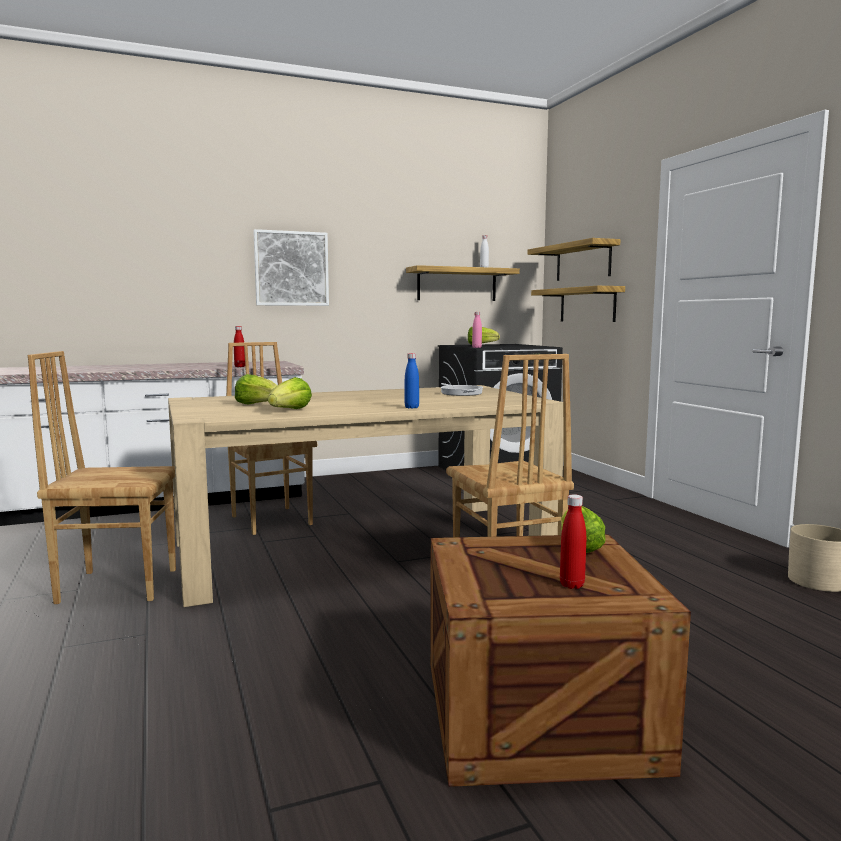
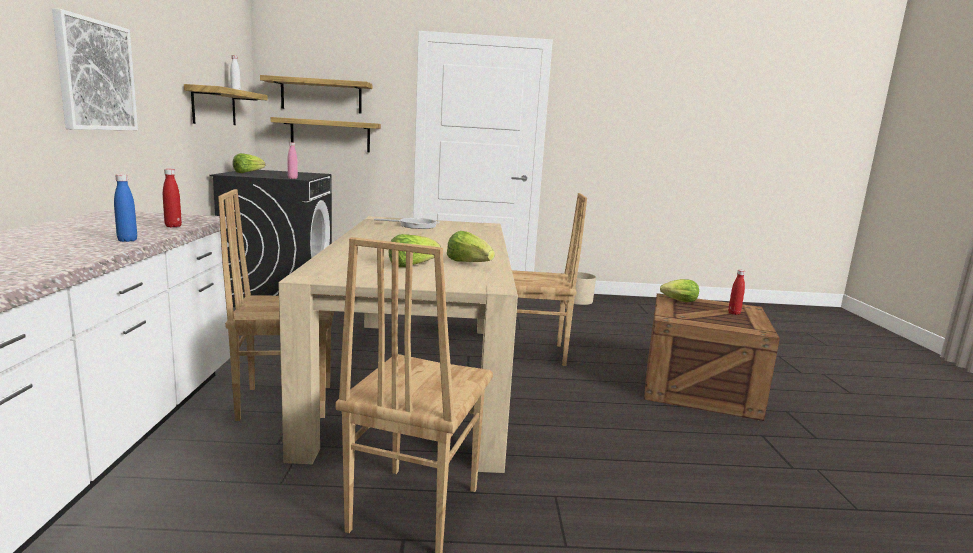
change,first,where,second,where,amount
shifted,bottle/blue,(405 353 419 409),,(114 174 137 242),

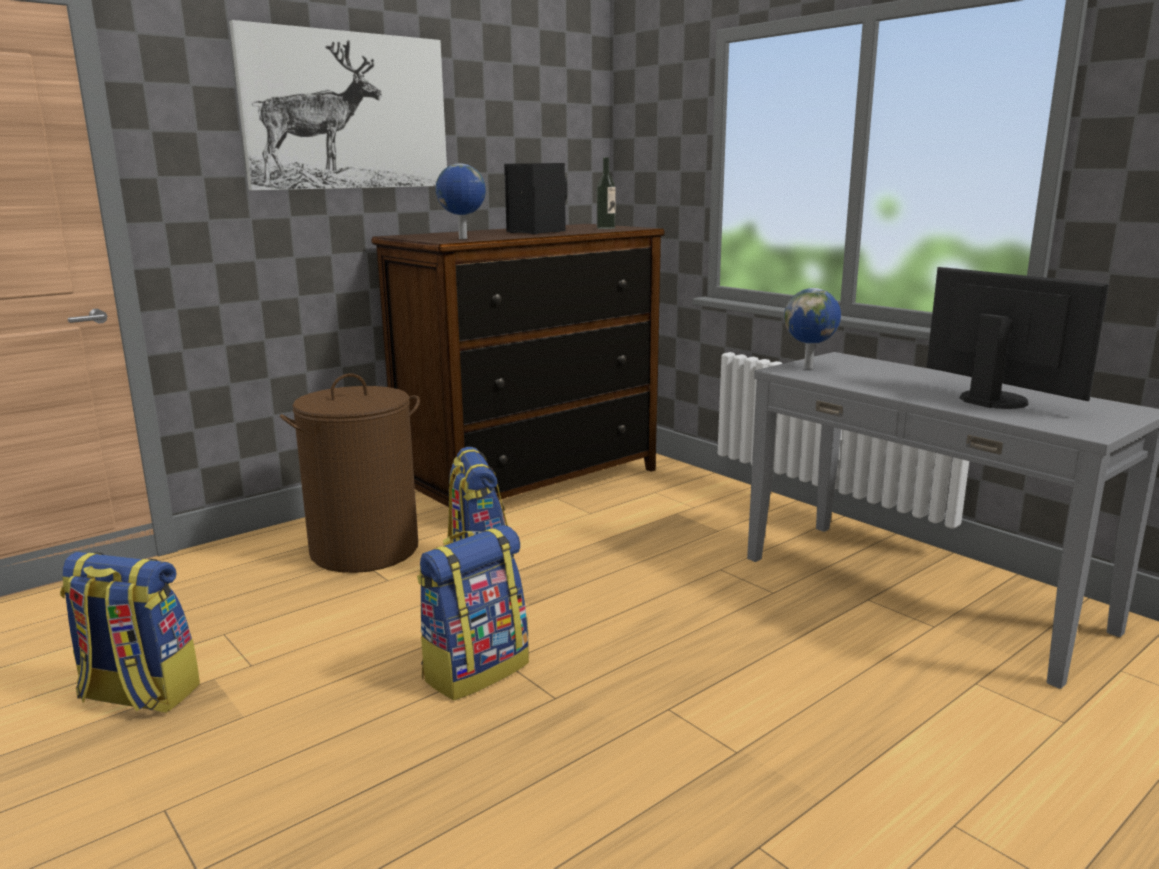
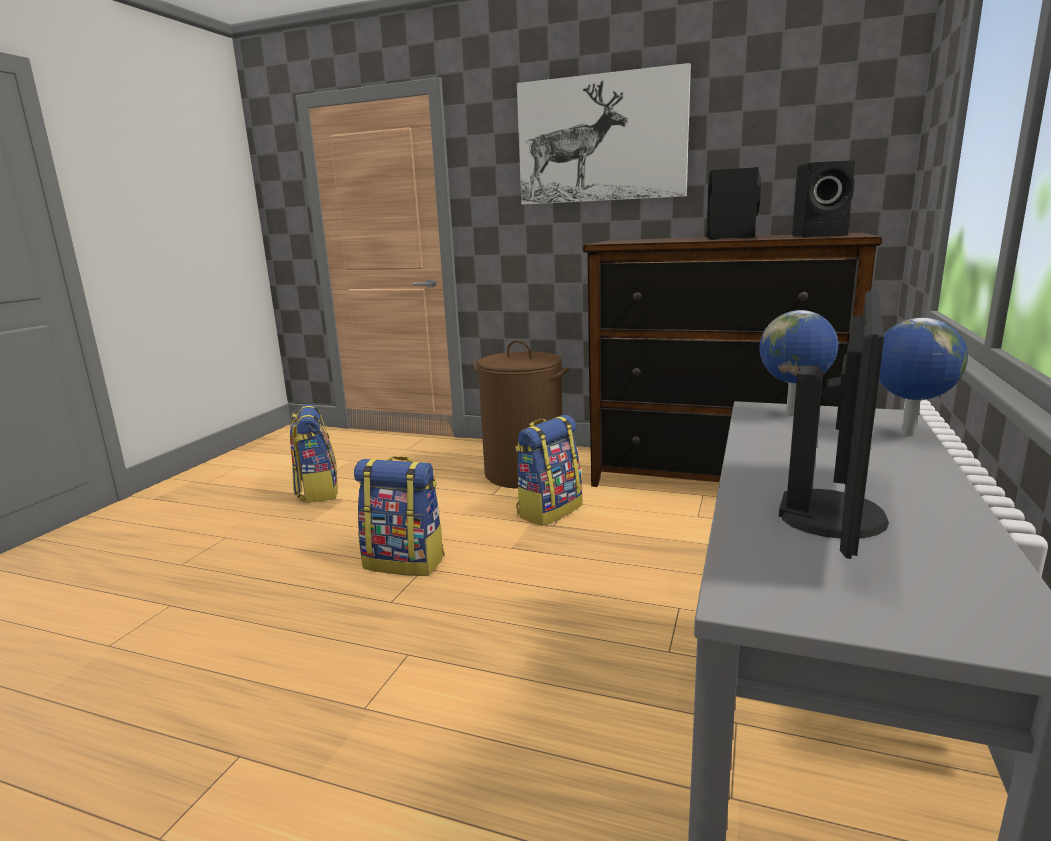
change,first,where,second,where,amount
swapped,bottle,(597 157 616 229),speaker/black,(792 160 855 237),
shifted,globe,(436 163 486 239),,(879 318 968 436),

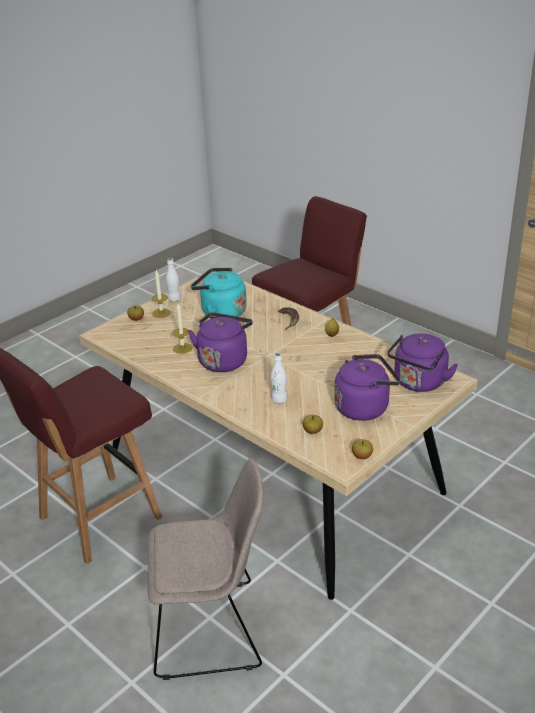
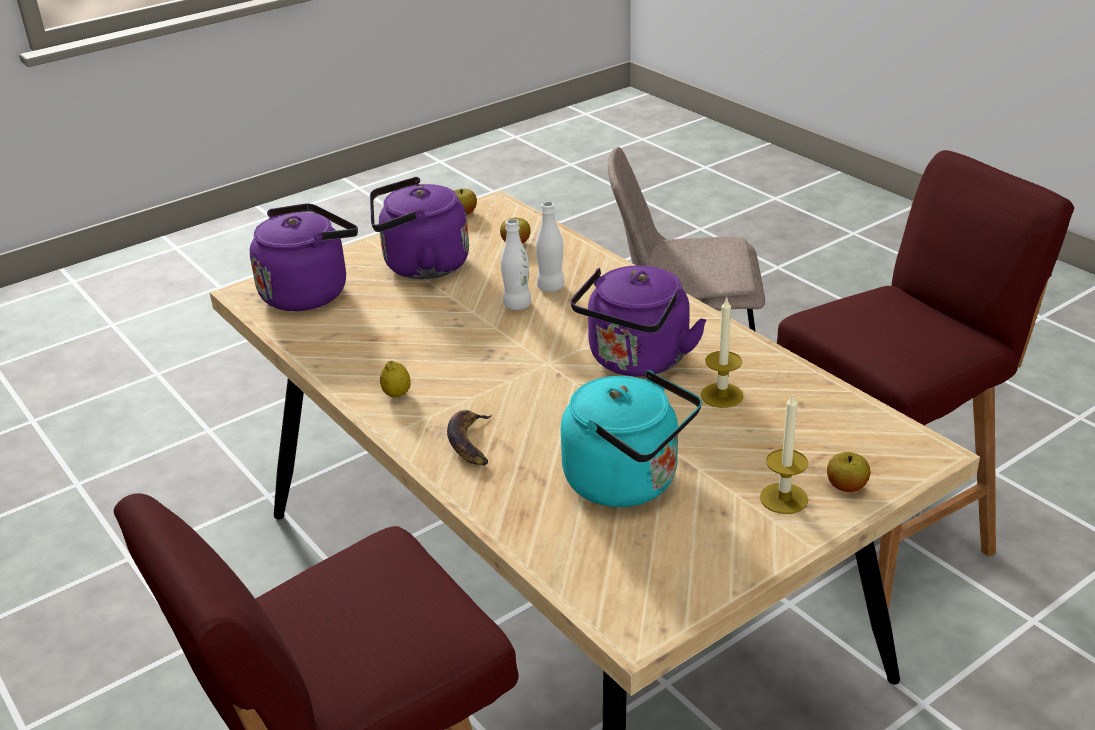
change,first,where,second,where,amount
shifted,bottle/white,(166 258 181 302),,(500 219 531 310),

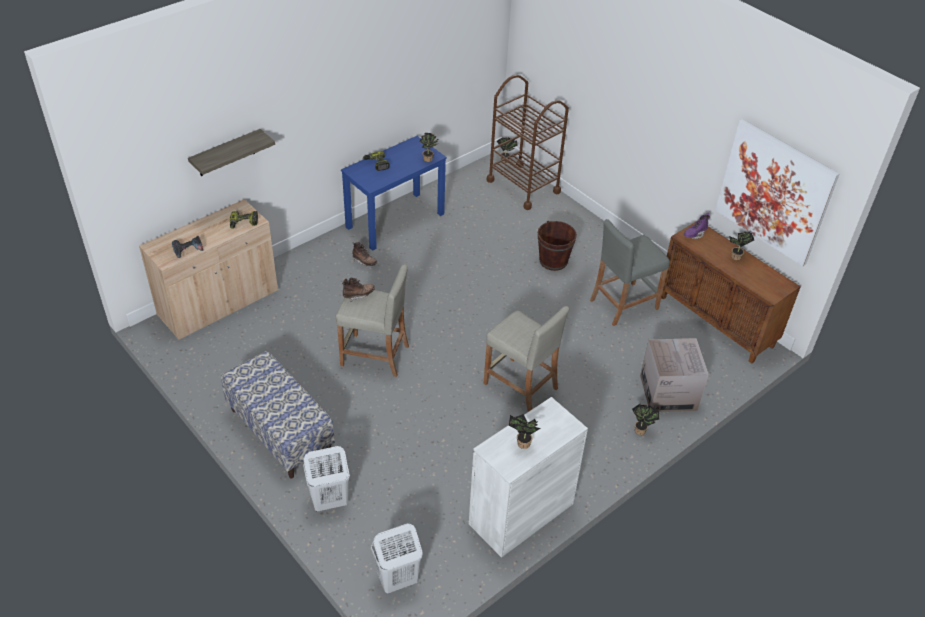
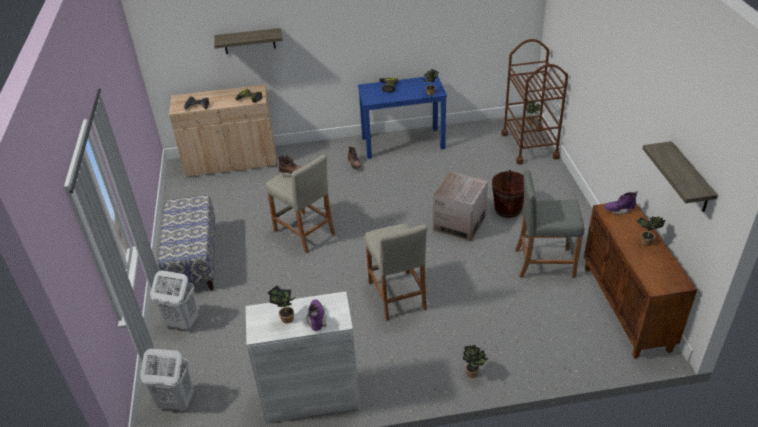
change,first,where,second,where,amount
swapped,picture,(715 119 839 266),shelf,(643 141 718 212),
shifted,cardboard box,(640 338 709 412),,(433 172 488 241),
new,,,boot/purple,(306 300 327 331),

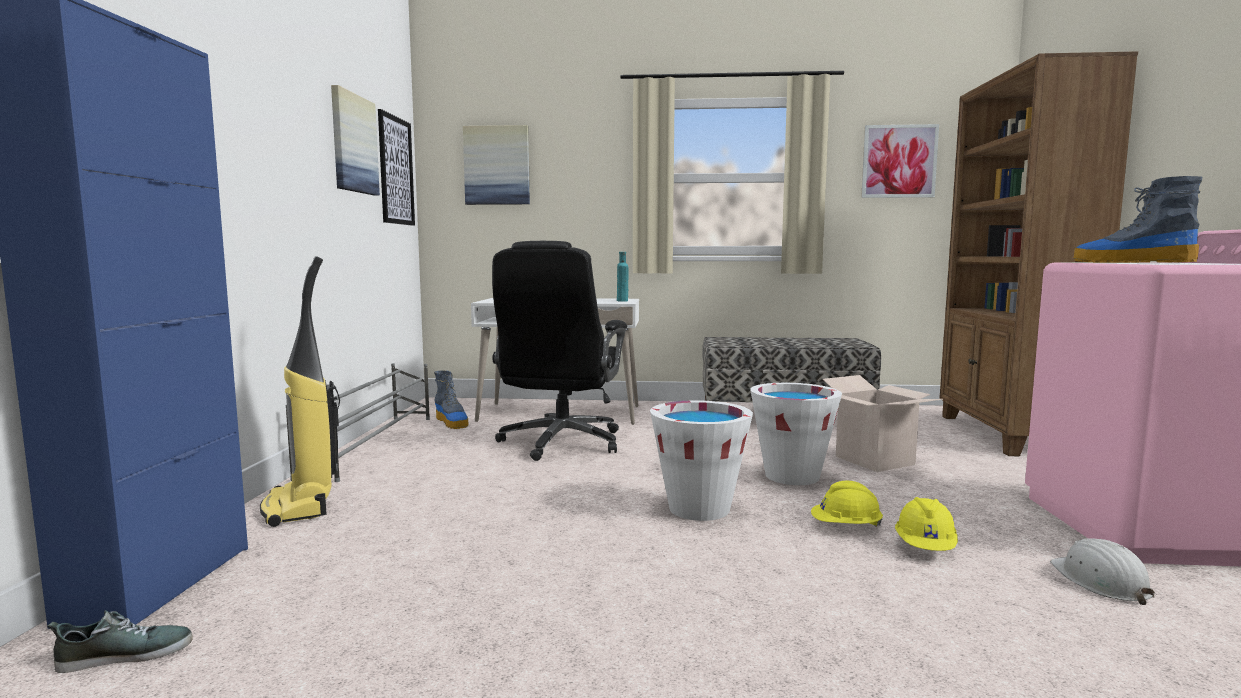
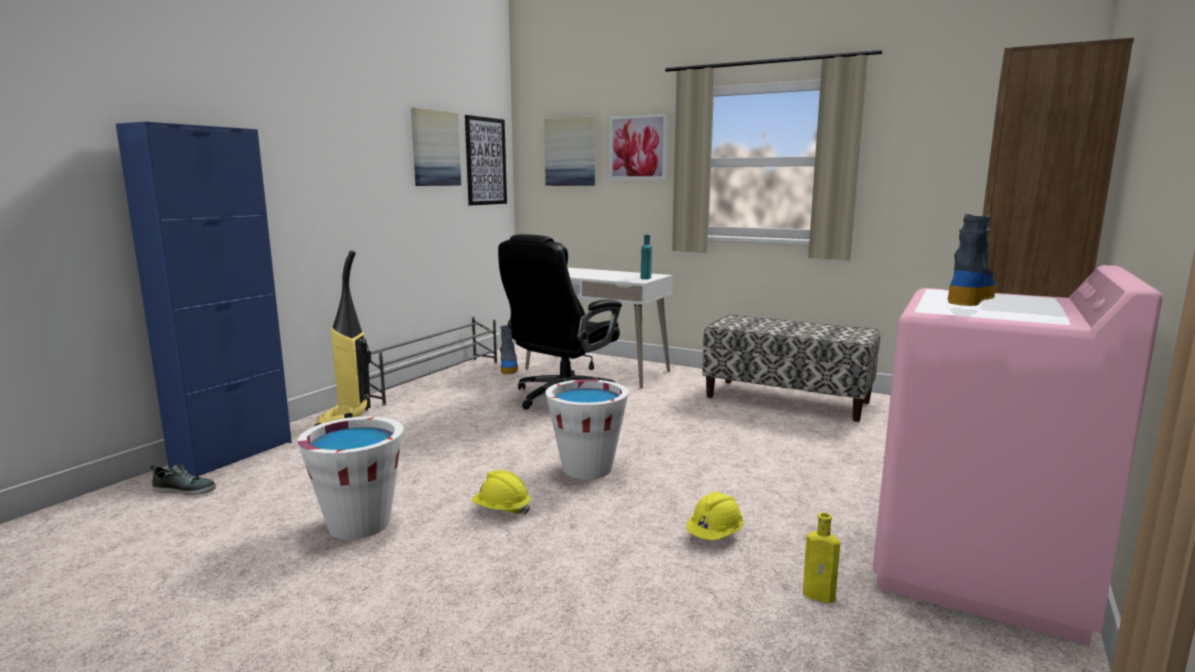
change,first,where,second,where,amount
shifted,picture,(861 124 939 198),,(610 114 667 179),
rotated,boot,(1074 176 1202 263),,(947 214 996 306),75 degrees clockwise
gone,cardboard box,(822 375 943 472),,,
shifted,bucket/white,(750 383 842 485),,(297 416 403 540),
shifted,hard hat/yellow,(811 481 883 527),,(472 470 530 515),
swapped,hard hat/white,(1050 538 1155 605),bottle/yellow,(803 513 840 603),

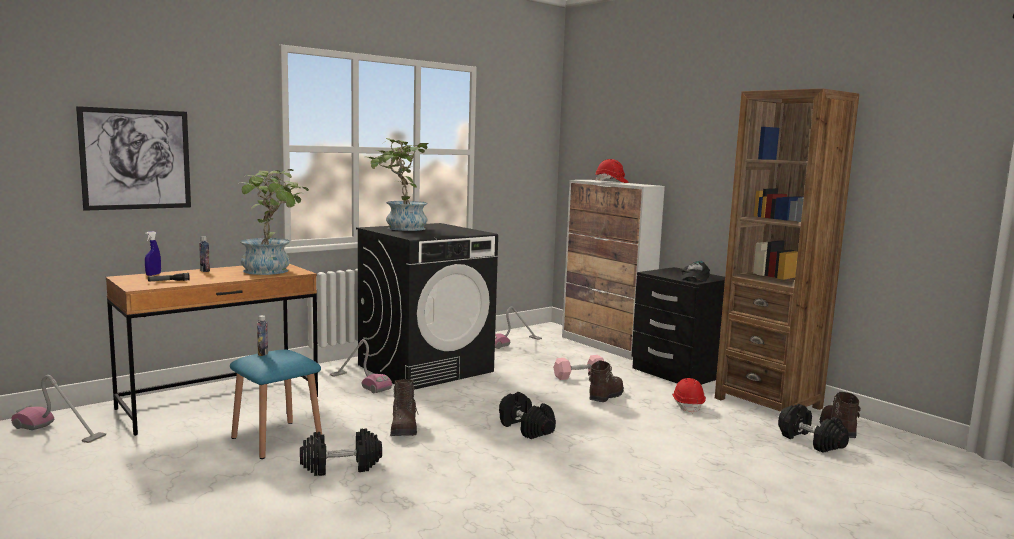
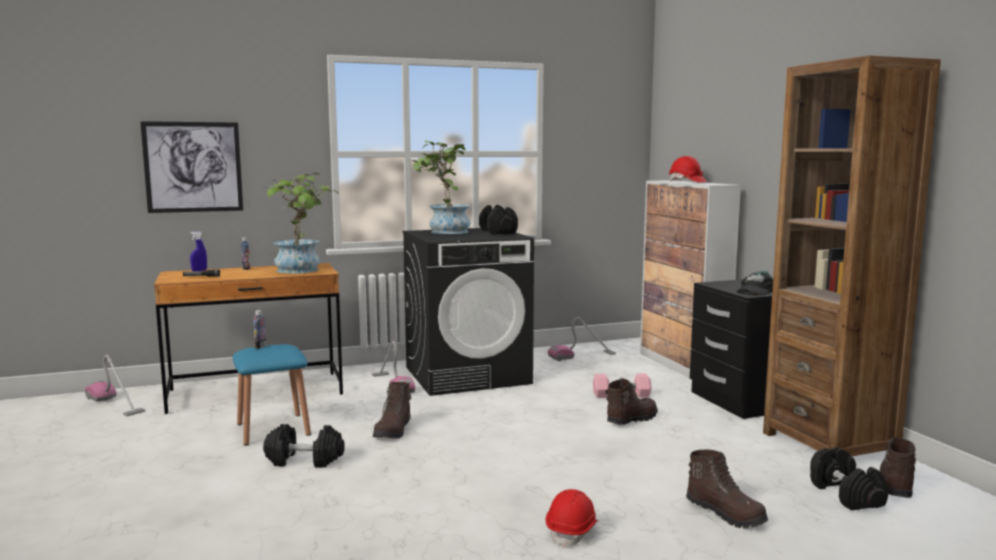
change,first,where,second,where,amount
shifted,hard hat/red,(672 378 706 413),,(546 489 598 548),
shifted,dumbbell/black,(499 392 556 439),,(479 205 518 235),
new,,,boot/brown,(686 449 768 528),

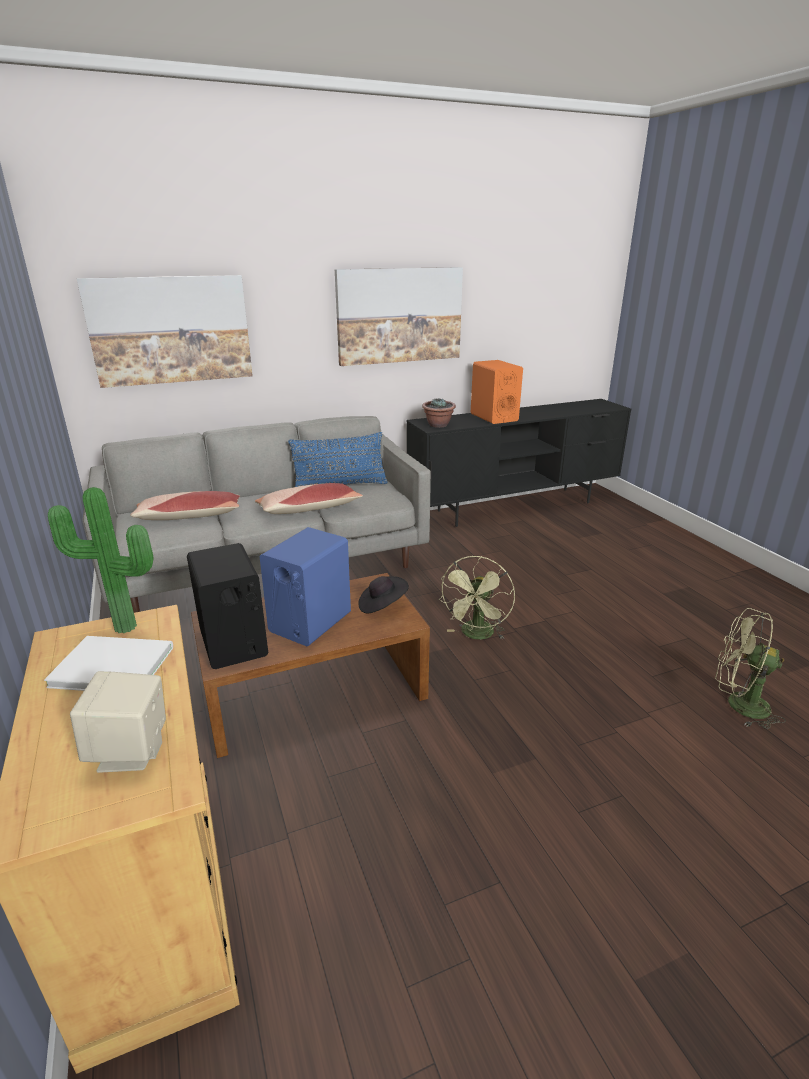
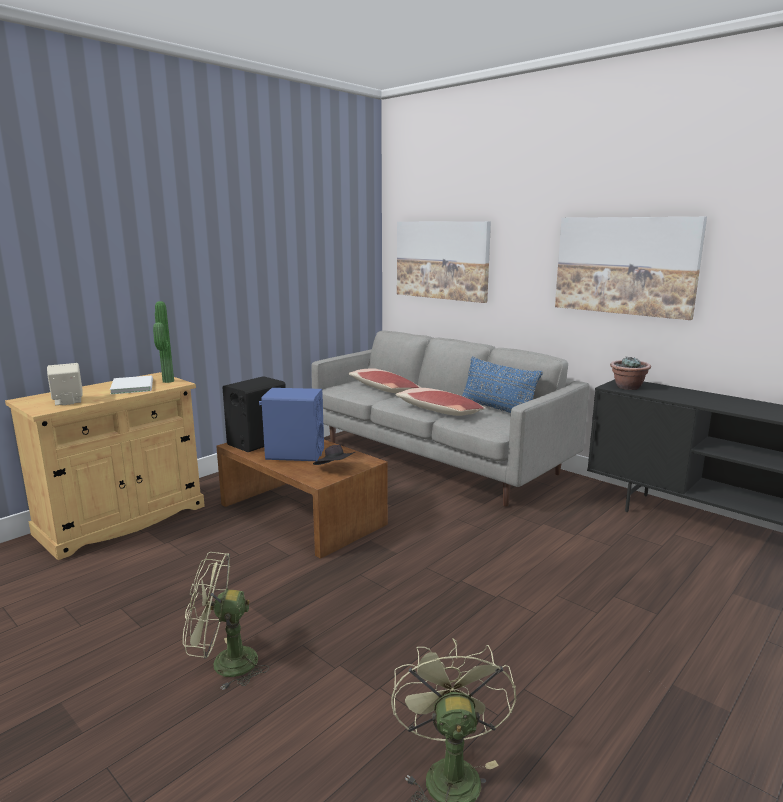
change,first,where,second,where,amount
gone,speaker/orange,(471 360 523 424),,,
shifted,fan/green,(439 556 515 640),,(183 552 269 690),

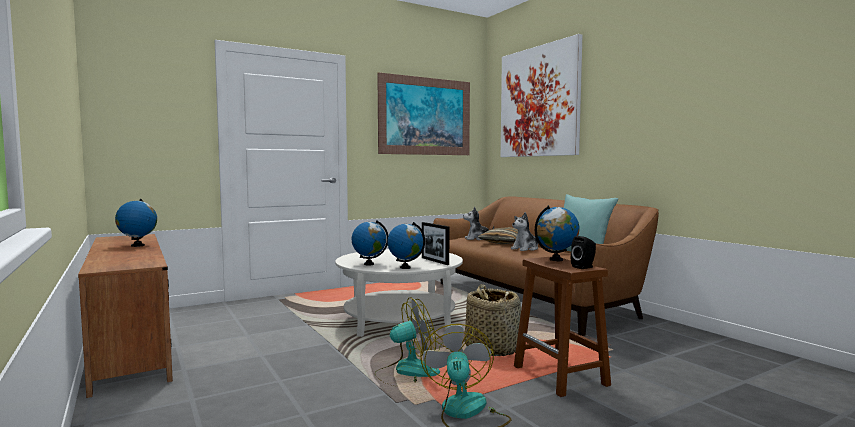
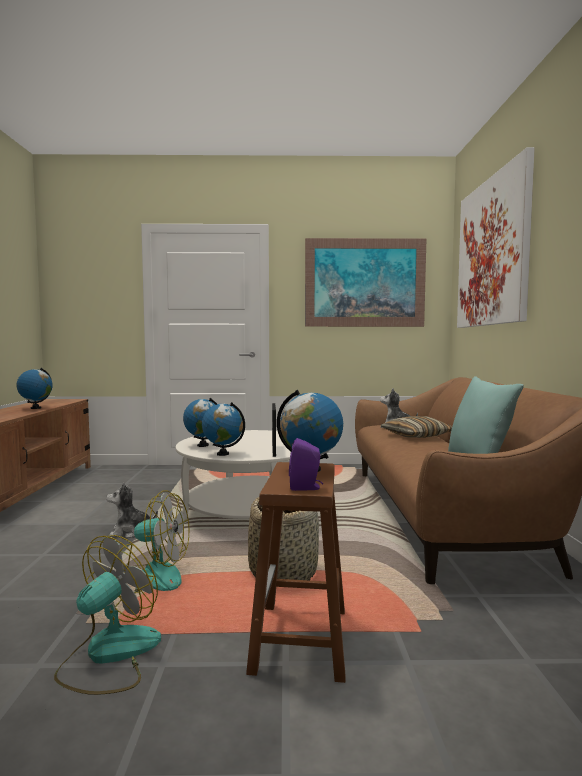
change,first,where,second,where,amount
shifted,plush toy,(511 212 538 251),,(106 482 158 538),
repainted,speaker/black,(571 236 596 269),speaker/purple,(289 438 323 491),

